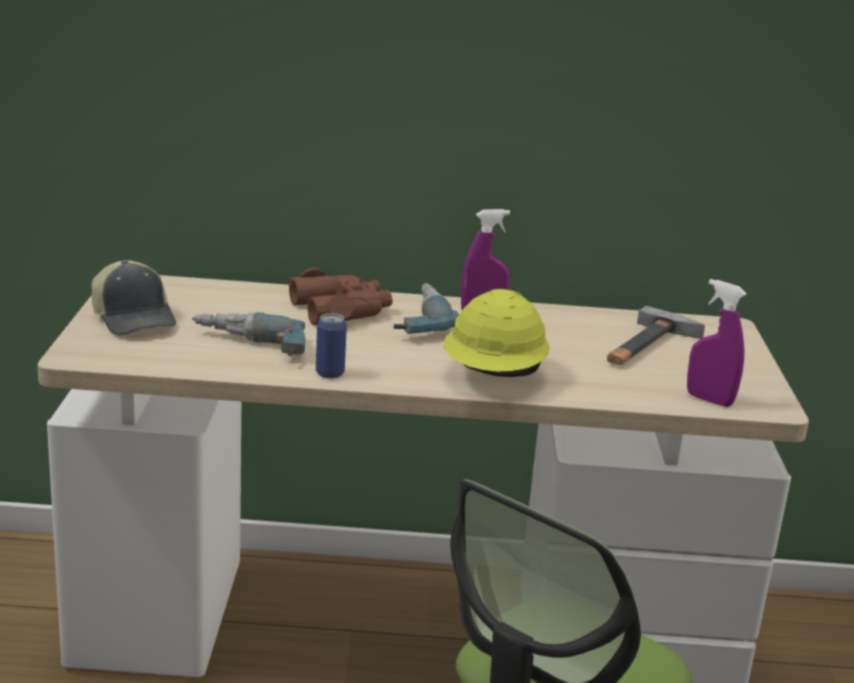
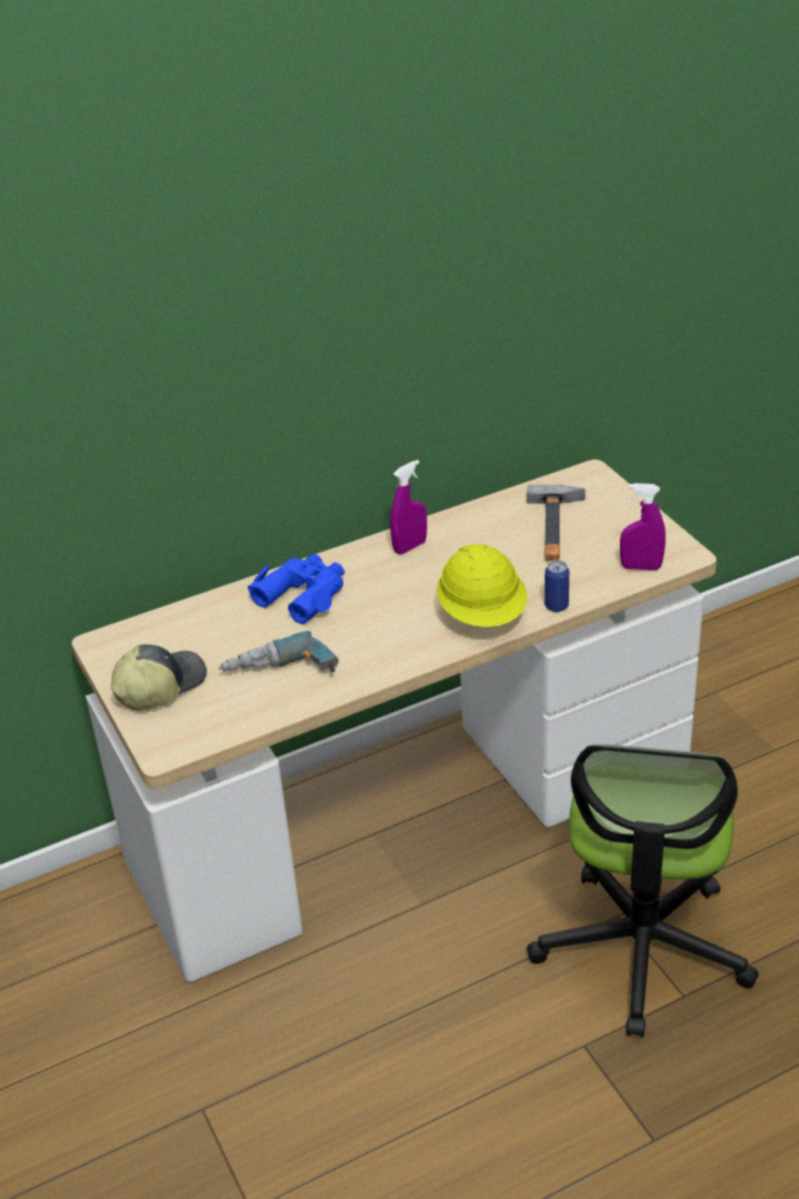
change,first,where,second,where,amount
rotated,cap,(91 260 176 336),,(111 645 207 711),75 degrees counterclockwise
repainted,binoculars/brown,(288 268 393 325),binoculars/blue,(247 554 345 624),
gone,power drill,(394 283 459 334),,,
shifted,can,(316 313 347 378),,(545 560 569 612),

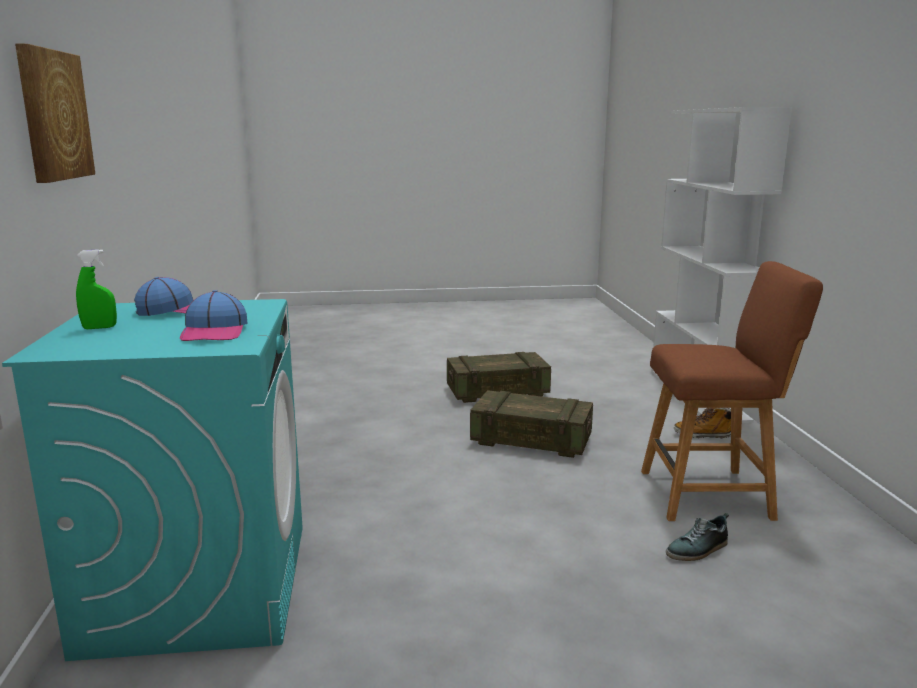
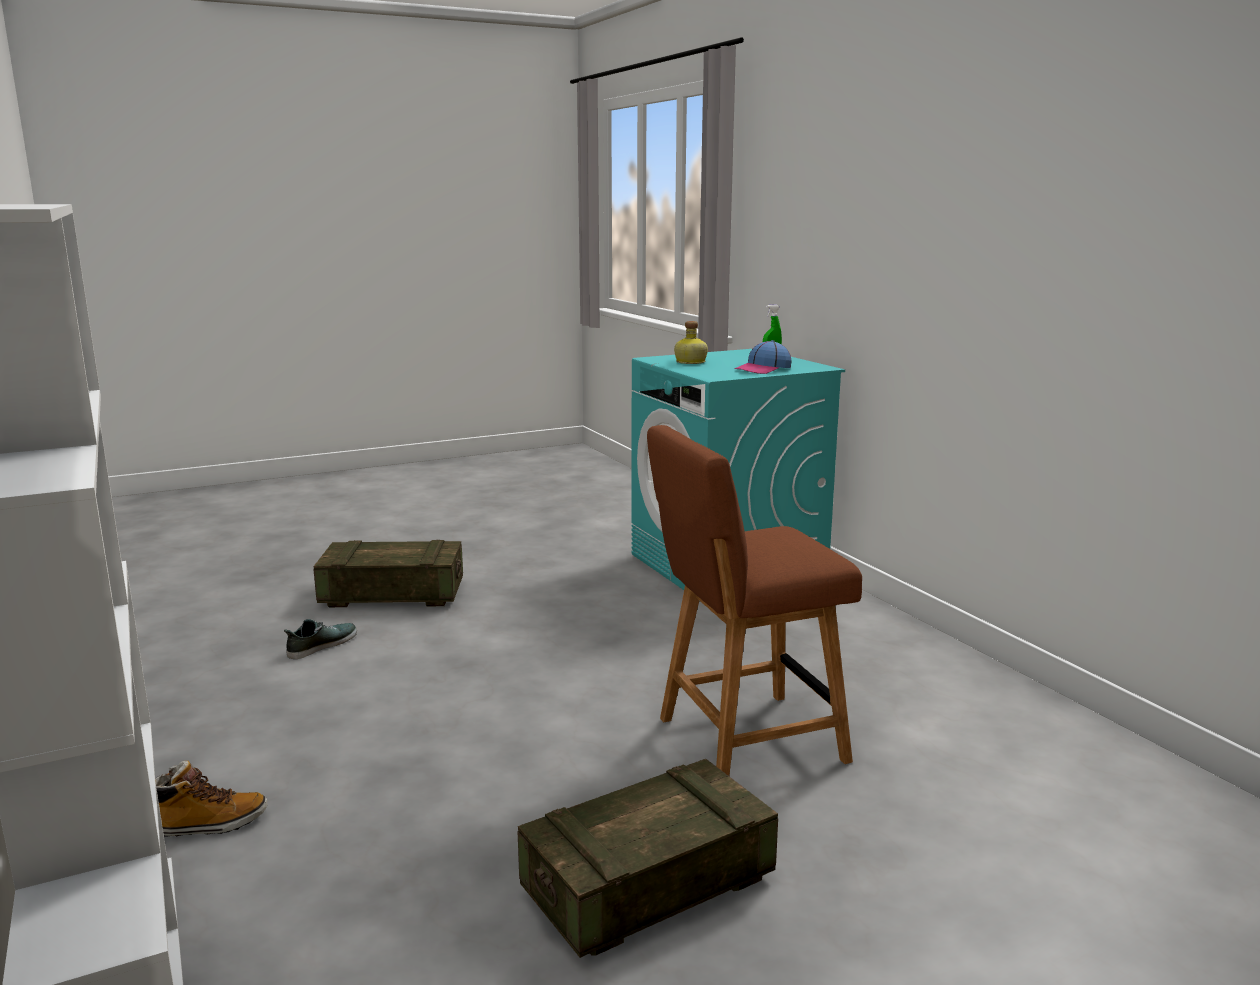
change,first,where,second,where,amount
gone,picture,(15 43 95 183),,,
shifted,chair/brown,(641 261 823 521),,(647 425 862 776),
swapped,cap,(180 290 248 341),bottle,(674 321 708 364),
shifted,crate,(470 390 593 458),,(314 540 463 607),

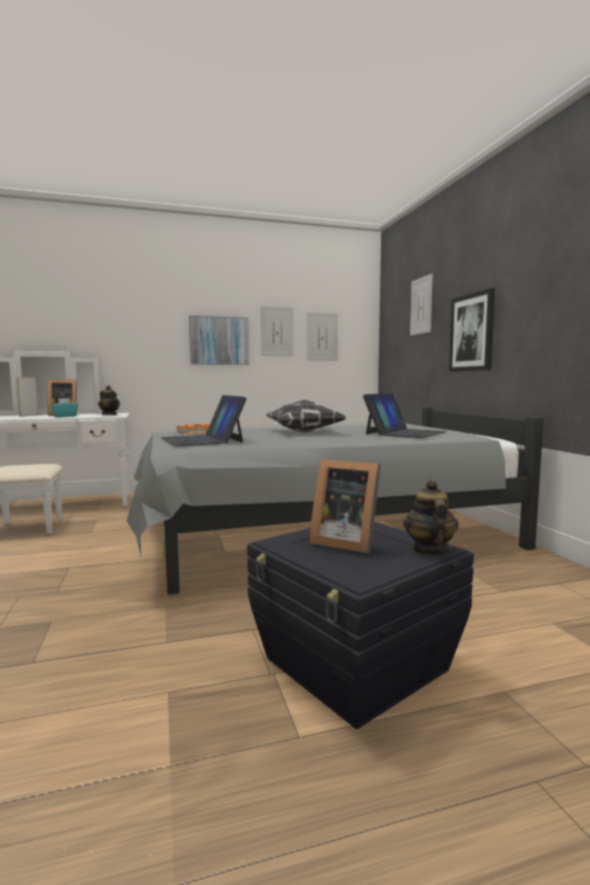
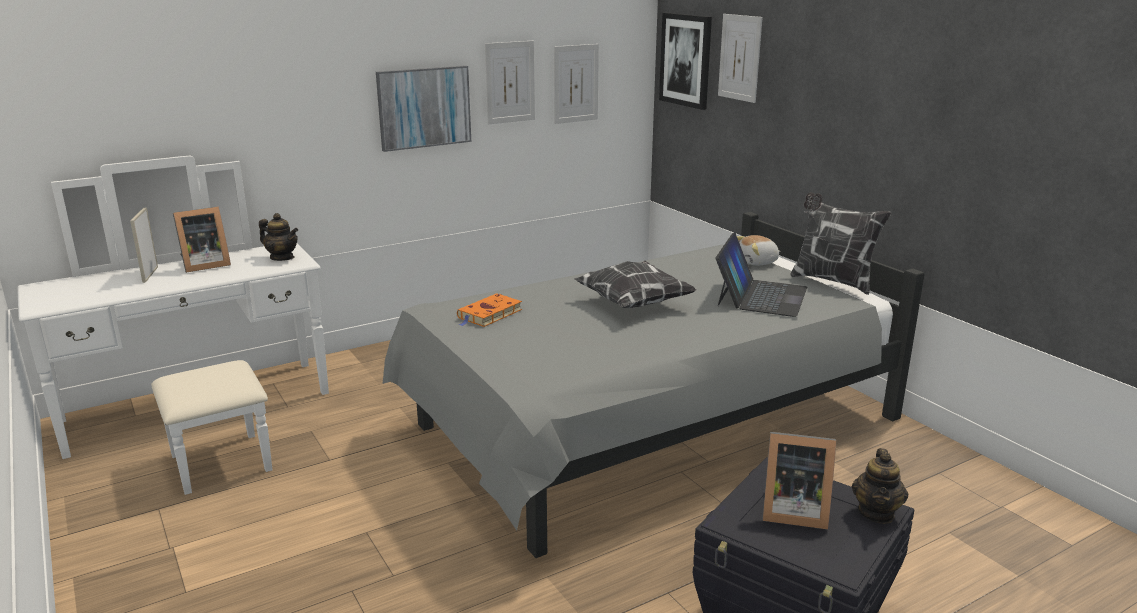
change,first,where,second,where,amount
shifted,picture,(449 288 495 372),,(659 13 712 110),
gone,laptop,(161 395 247 447),,,
gone,tissue box/turquoise,(51 398 78 417),,,
rotated,teapot,(403 479 459 555),,(852 448 909 524),150 degrees counterclockwise
new,,,pillow,(790 192 891 295),
new,,,plush toy,(737 235 780 265),

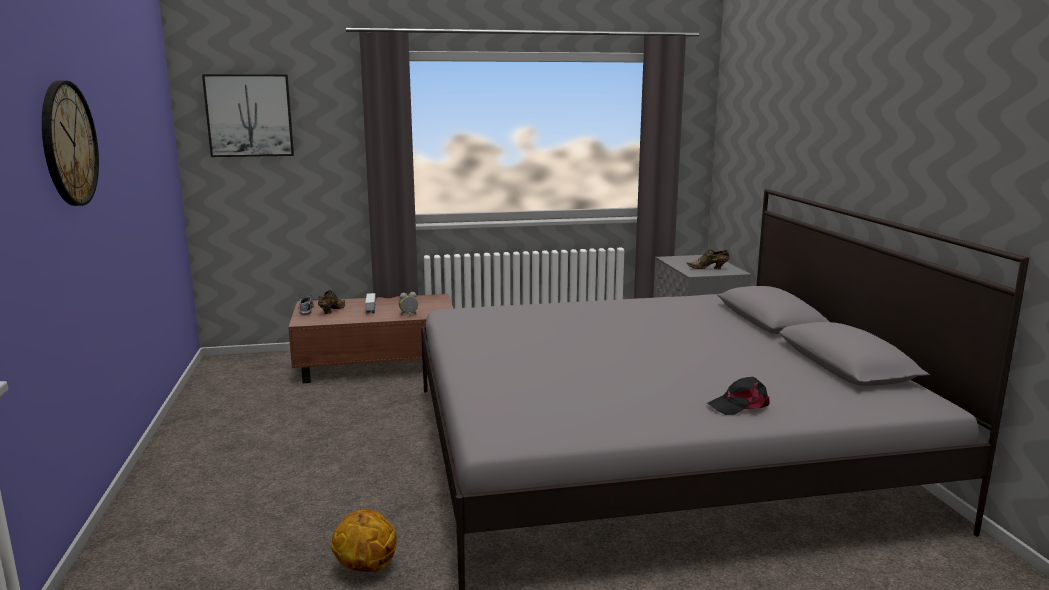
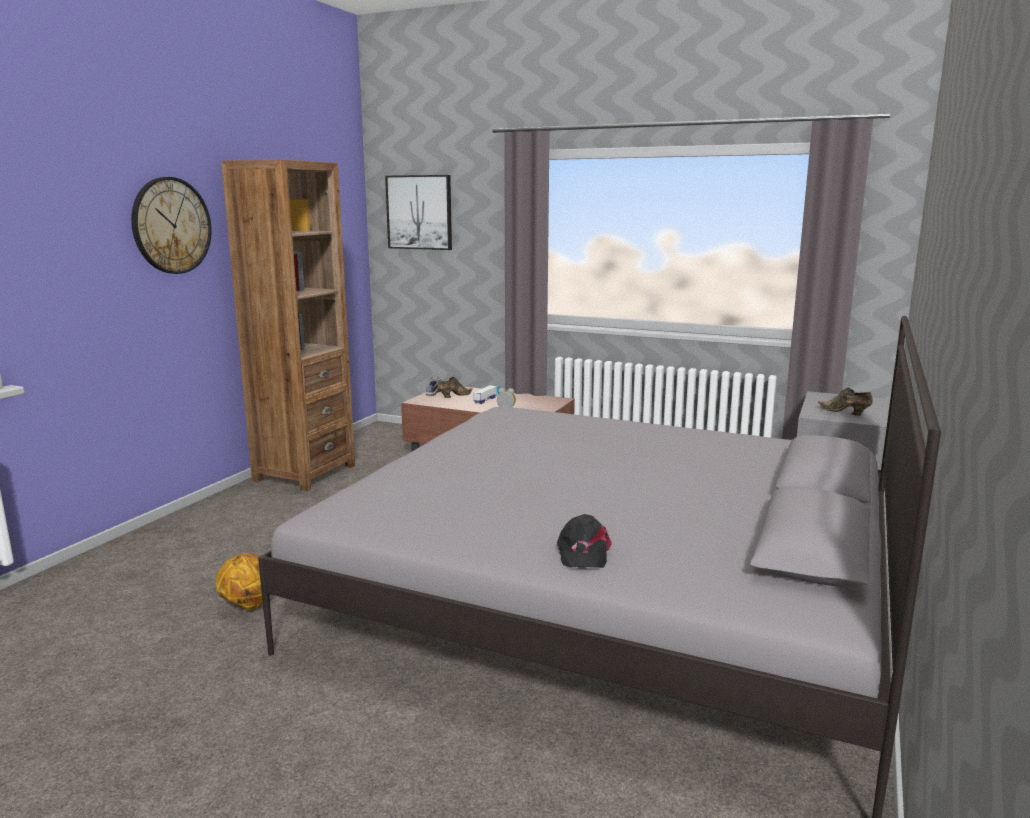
change,first,where,second,where,amount
rotated,cap/black,(707 377 770 415),,(557 514 612 568),105 degrees counterclockwise
new,,,bookcase/brown,(221 159 355 491),

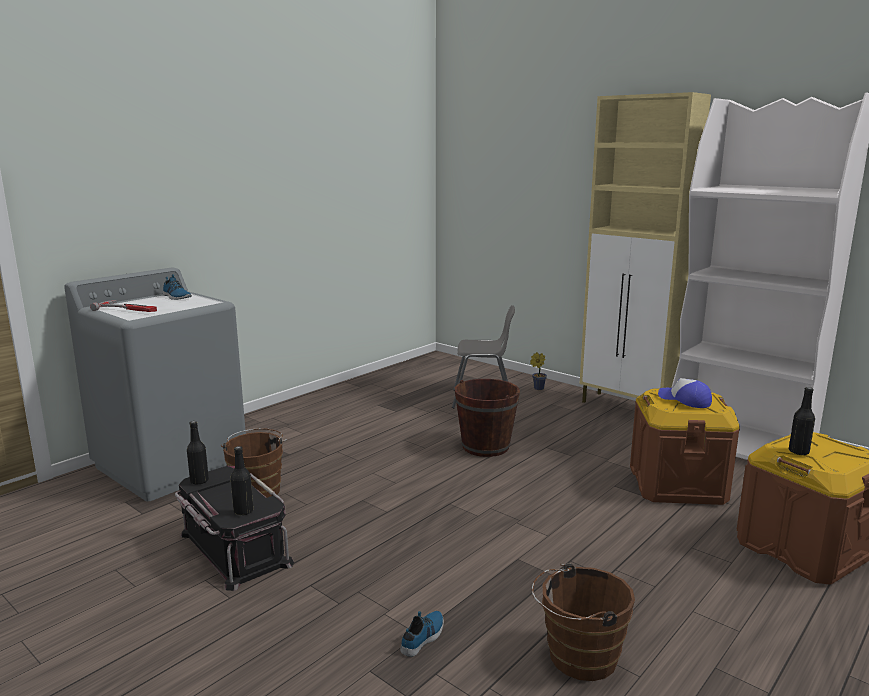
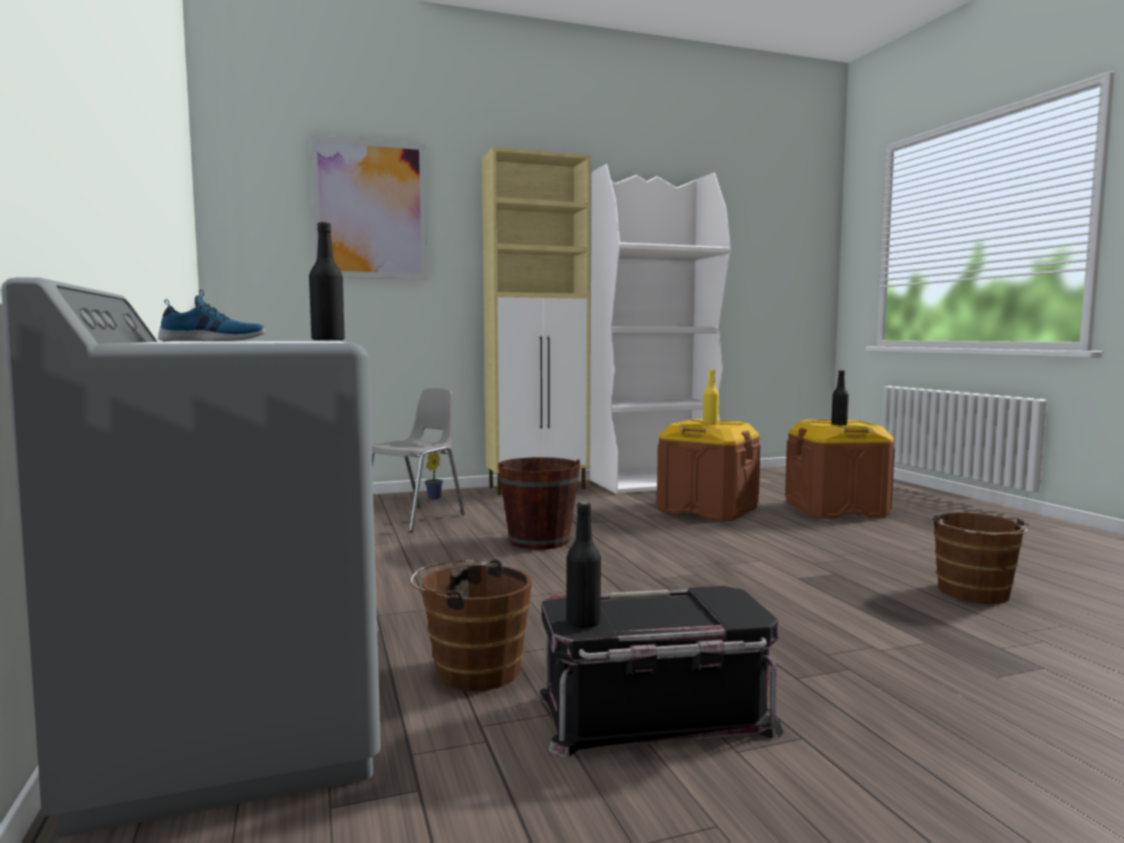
change,first,where,second,where,amount
gone,hammer,(90 300 157 312),,,
swapped,cap,(658 378 712 408),bottle/yellow,(703 370 719 424),
shifted,bottle/black,(231 446 254 515),,(309 222 345 341),
gone,shoe,(400 611 444 657),,,
new,,,picture,(310 135 428 280),

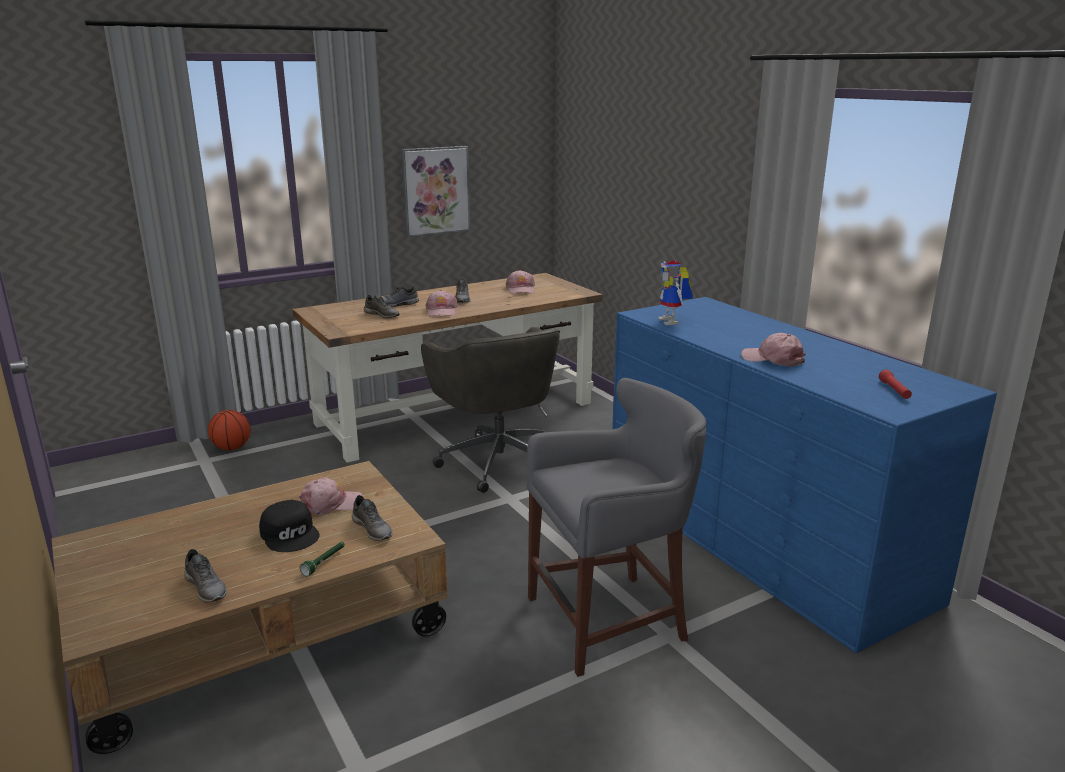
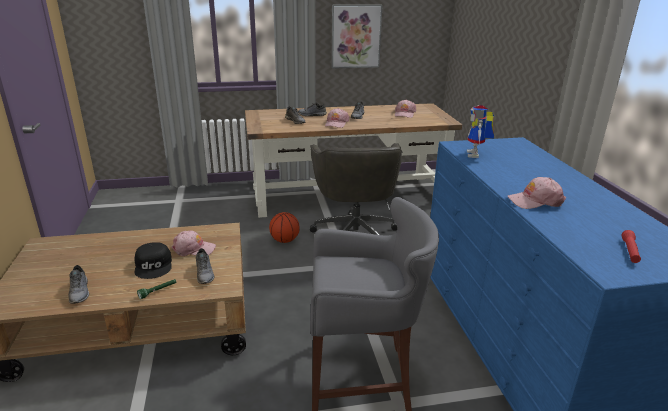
change,first,where,second,where,amount
rotated,cap/pink,(741 333 806 367),,(507 177 566 209),60 degrees counterclockwise
shifted,basketball,(208 410 251 451),,(269 212 300 243),

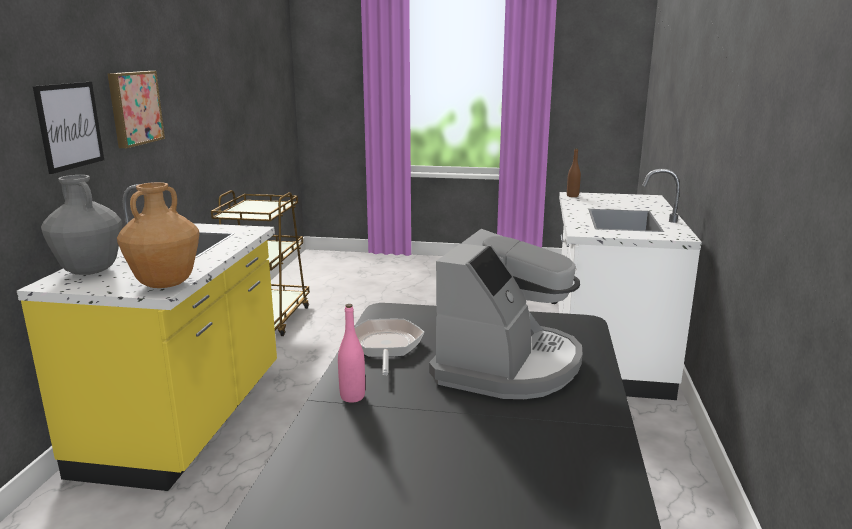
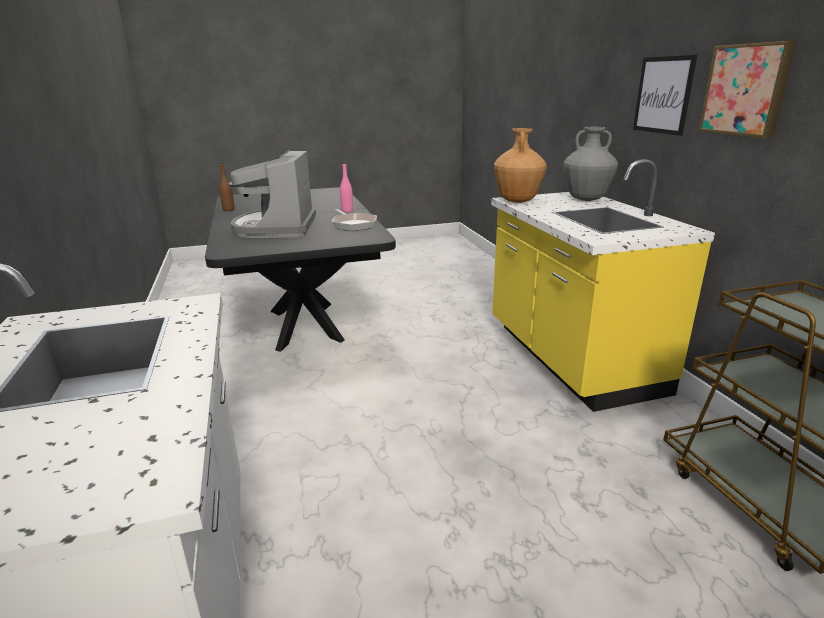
change,first,where,second,where,amount
shifted,bottle/brown,(567 148 581 197),,(219 163 235 211),

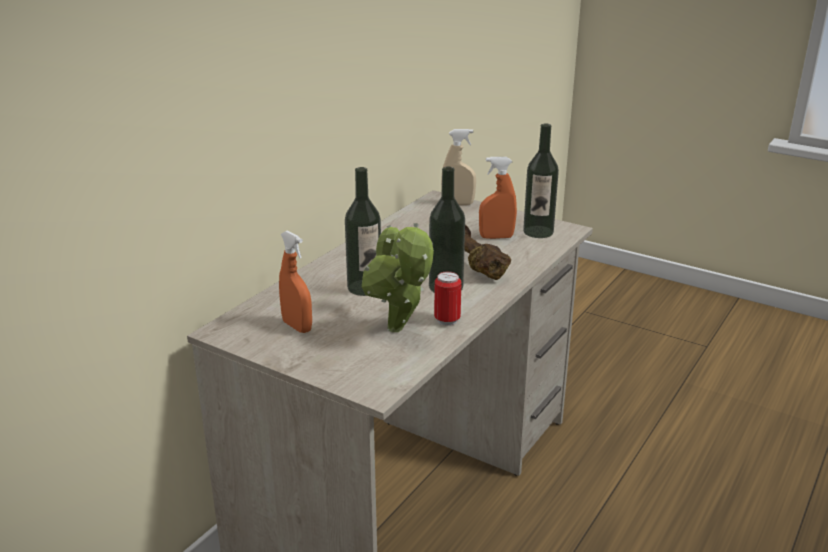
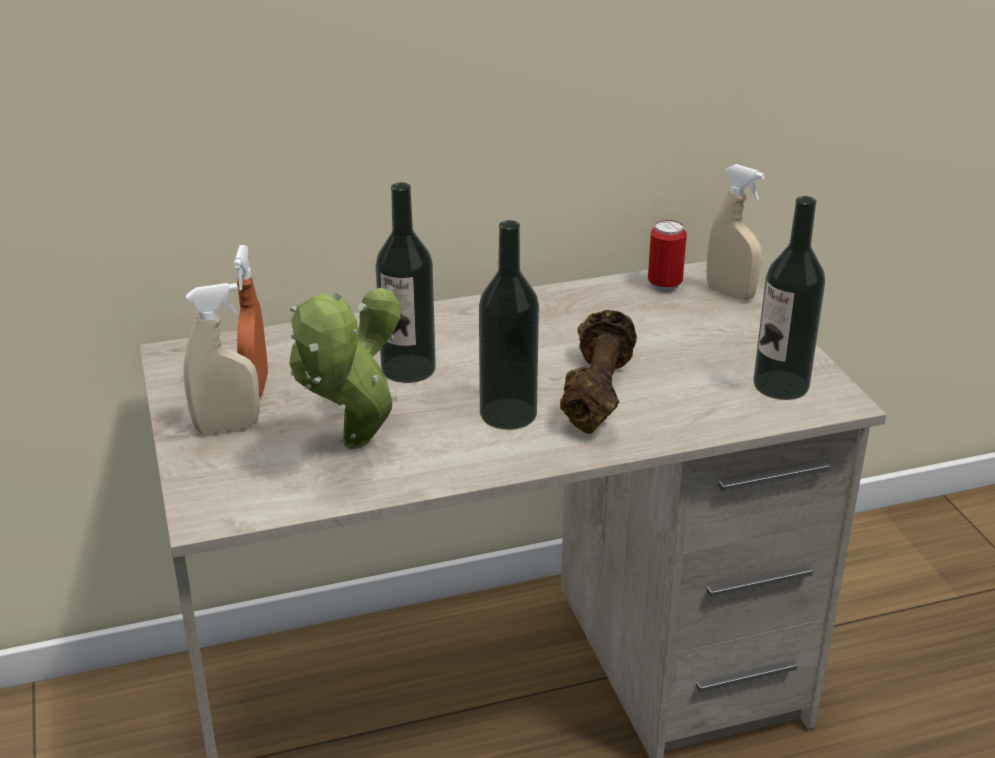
change,first,where,second,where,amount
gone,spray bottle/orange,(479 157 517 239),,,
shifted,can,(434 271 461 326),,(648 220 687 292),
new,,,spray bottle/beige,(184 283 260 434),

